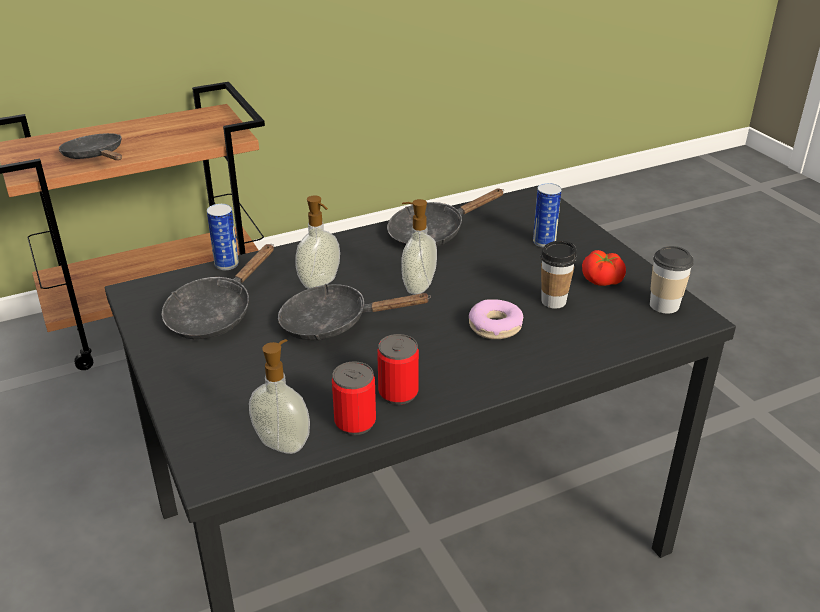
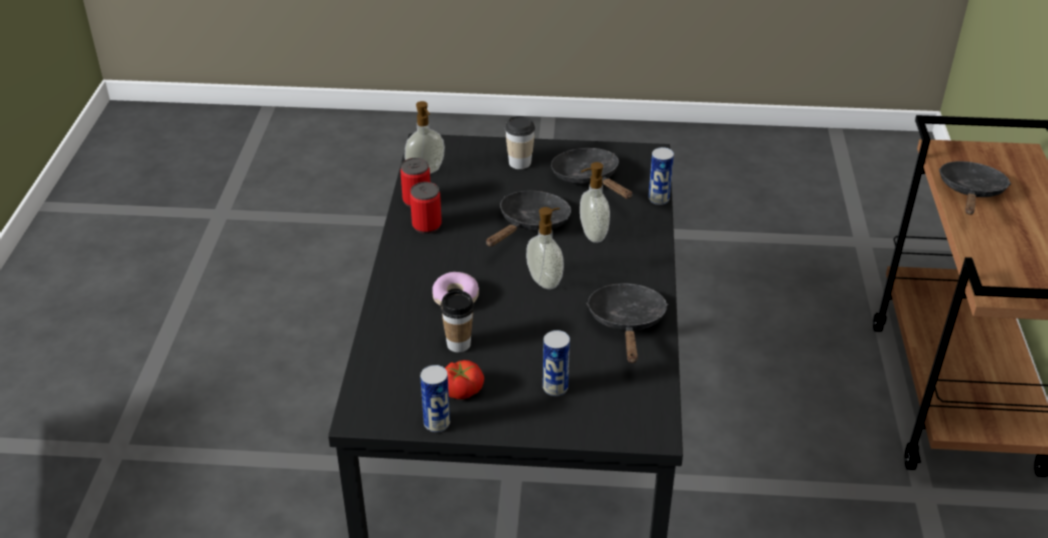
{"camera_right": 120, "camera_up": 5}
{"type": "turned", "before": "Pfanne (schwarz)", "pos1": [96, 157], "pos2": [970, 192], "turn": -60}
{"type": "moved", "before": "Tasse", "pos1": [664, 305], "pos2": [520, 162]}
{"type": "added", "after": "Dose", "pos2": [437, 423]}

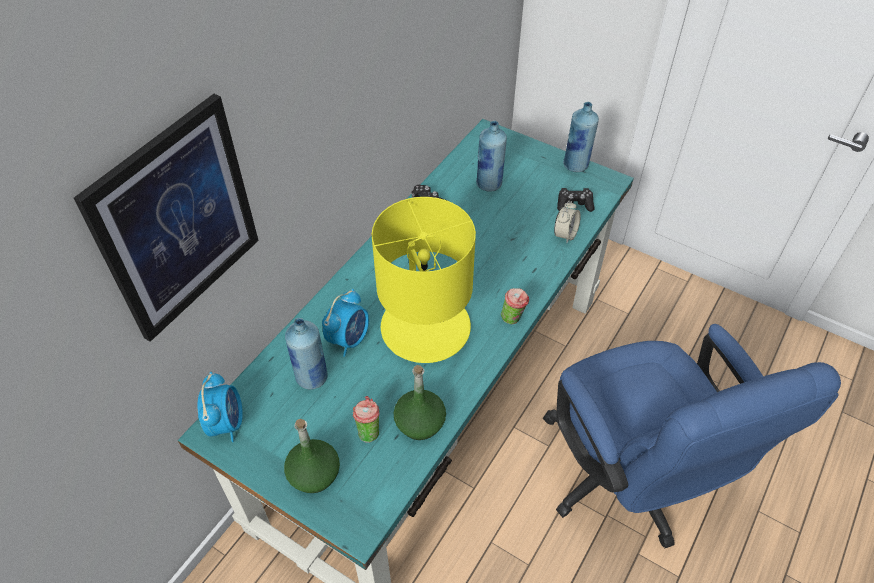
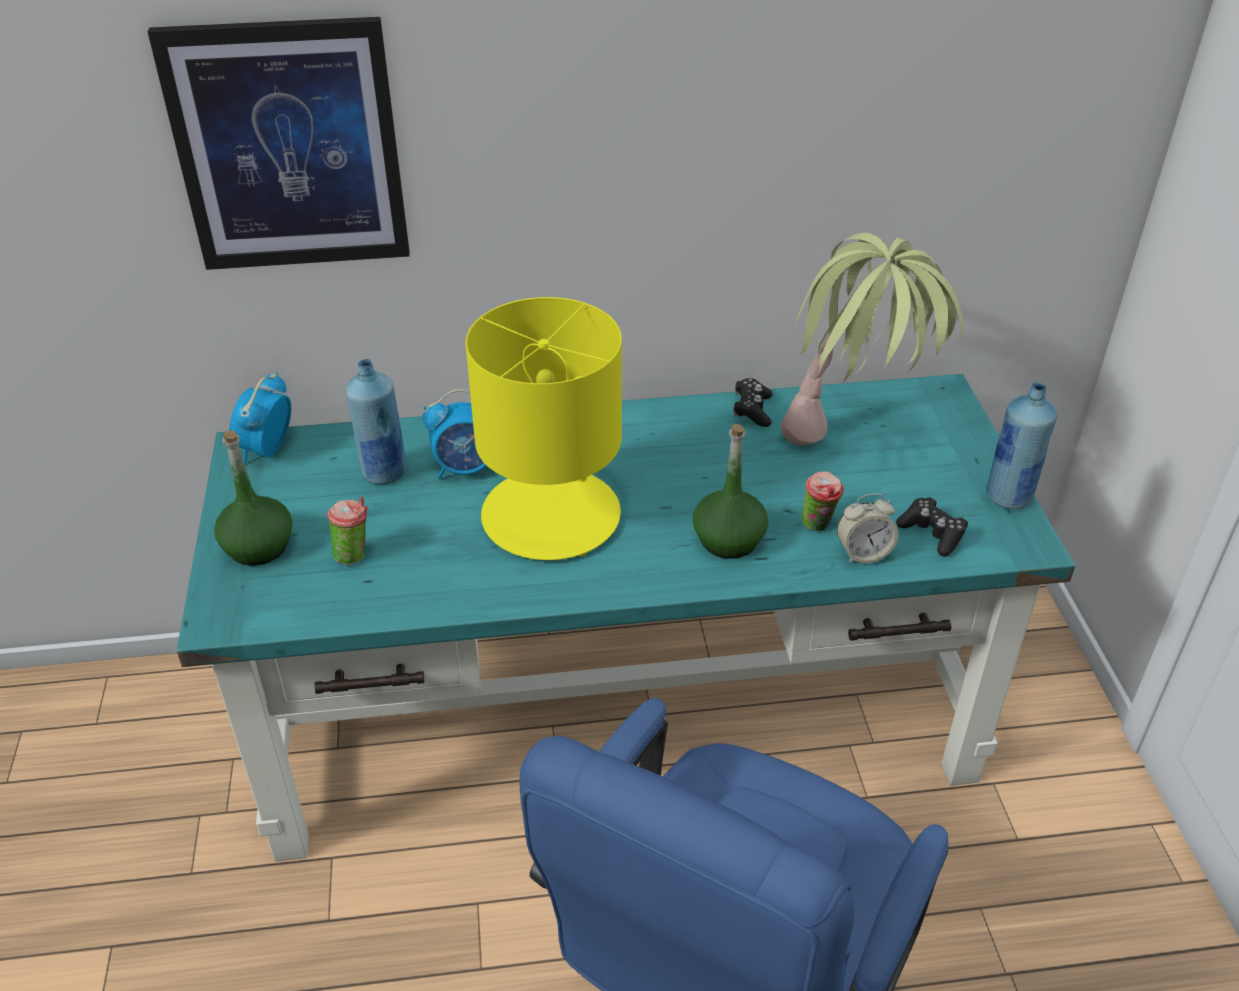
{"camera_right": 50, "camera_up": -10}
{"type": "turned", "before": "Wecker", "pos1": [226, 423], "pos2": [266, 450], "turn": 150}
{"type": "moved", "before": "Flasche (grün)", "pos1": [420, 423], "pos2": [729, 540]}
{"type": "replaced", "before": "Flasche (blau)", "after": "Topfpflanze", "pos1": [489, 184], "pos2": [854, 441]}
{"type": "moved", "before": "Tasse", "pos1": [513, 318], "pos2": [818, 526]}

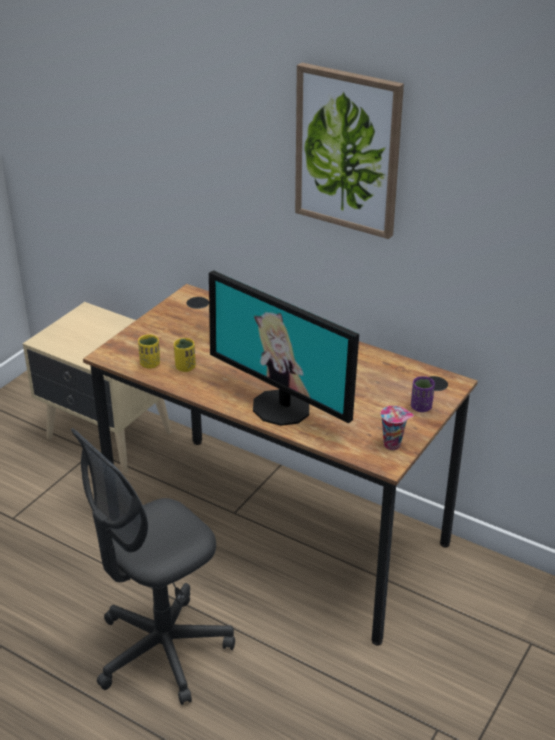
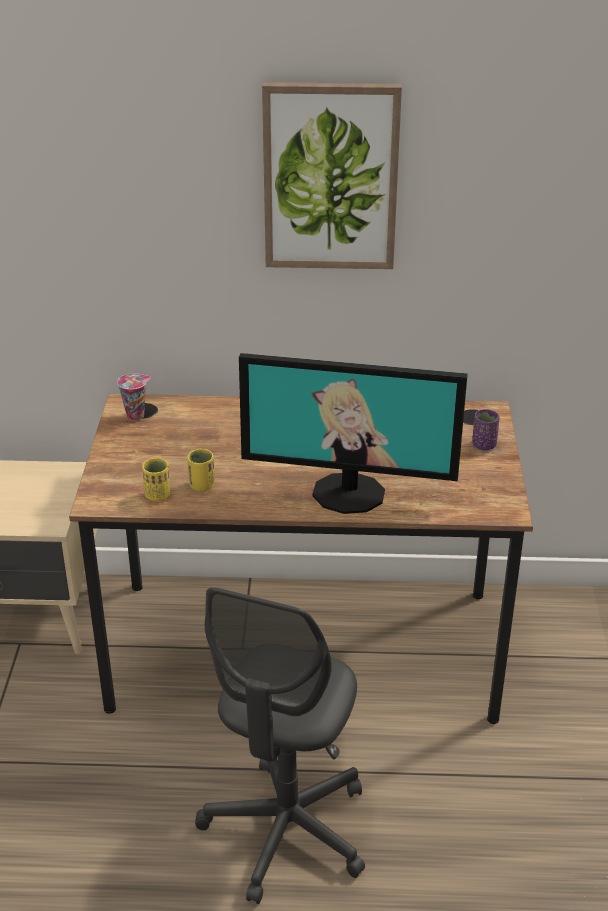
{"camera_right": -30, "camera_up": 0}
{"type": "moved", "before": "Tasse", "pos1": [393, 444], "pos2": [136, 415]}

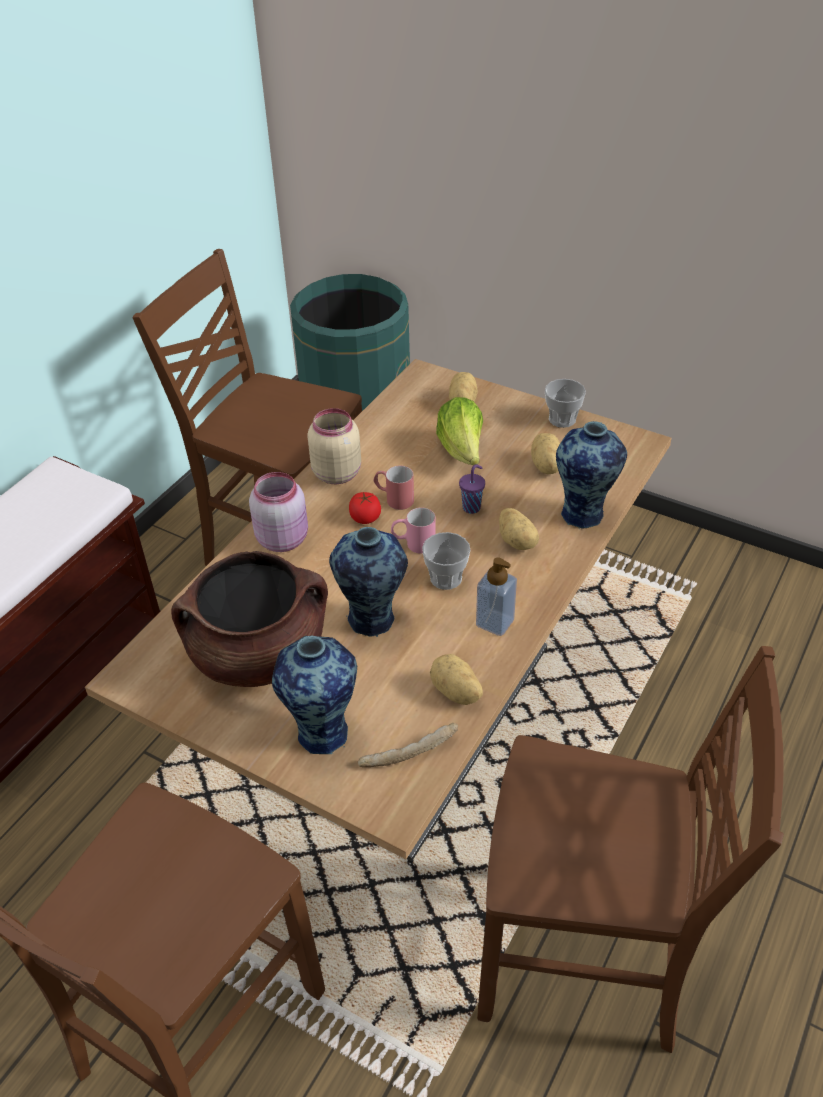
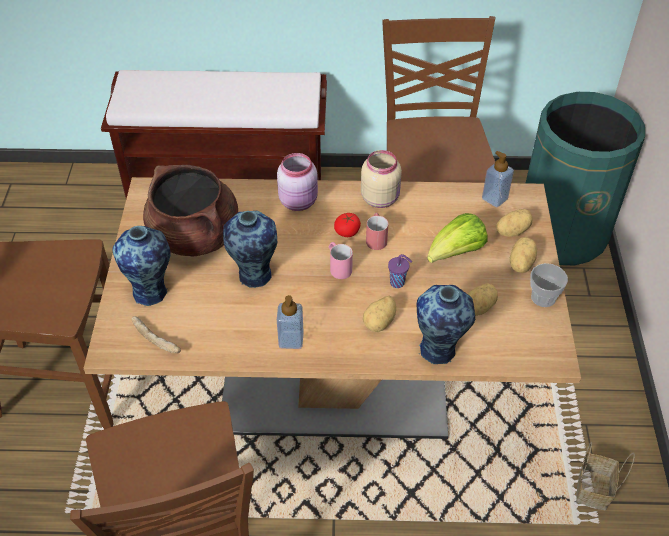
{"camera_right": 60, "camera_up": 5}
{"type": "removed", "before": "Tasse", "pos1": [446, 578]}
{"type": "moved", "before": "Kartoffel", "pos1": [455, 693], "pos2": [520, 263]}
{"type": "added", "after": "Seifenspender", "pos2": [494, 198]}
{"type": "added", "after": "Korb", "pos2": [593, 491]}

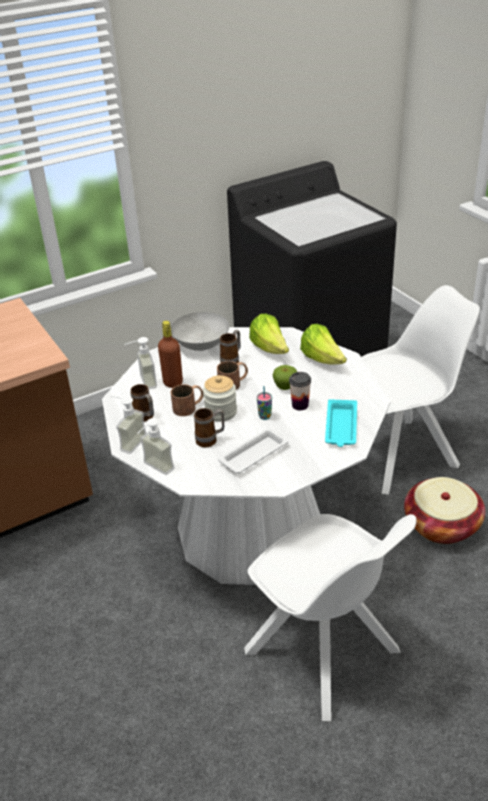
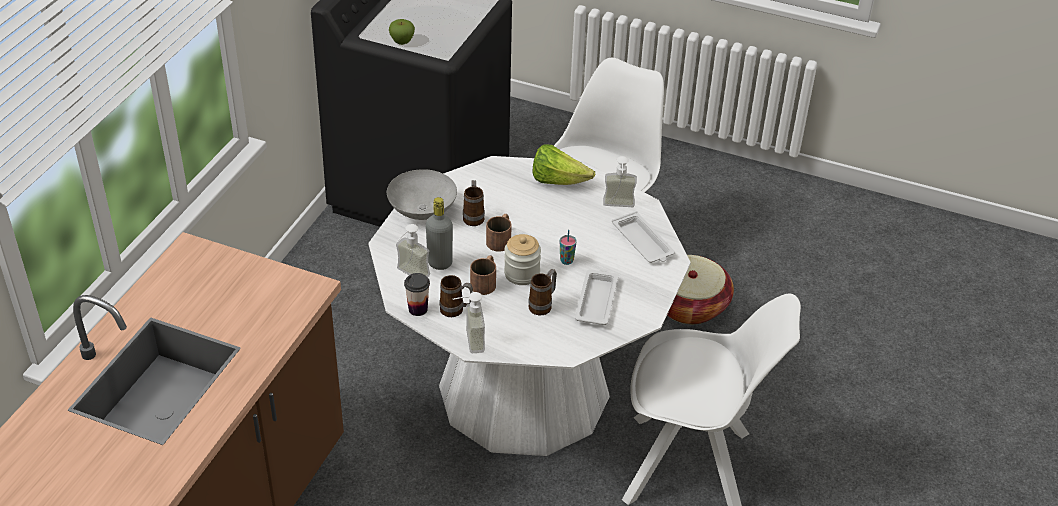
{"camera_right": -40, "camera_up": 5}
{"type": "moved", "before": "Seifenspender", "pos1": [154, 469], "pos2": [618, 207]}
{"type": "recoloured", "before": "Flasche (braun)", "after": "Flasche (grau)", "pos1": [173, 382], "pos2": [440, 263]}
{"type": "removed", "before": "Salatkopf", "pos1": [270, 349]}
{"type": "moved", "before": "Apfel", "pos1": [285, 387], "pos2": [402, 42]}
{"type": "moved", "before": "Tasse", "pos1": [300, 405], "pos2": [418, 309]}
{"type": "recoloured", "before": "Tablett (türkis)", "after": "Tablett (weiß)", "pos1": [341, 427], "pos2": [643, 242]}

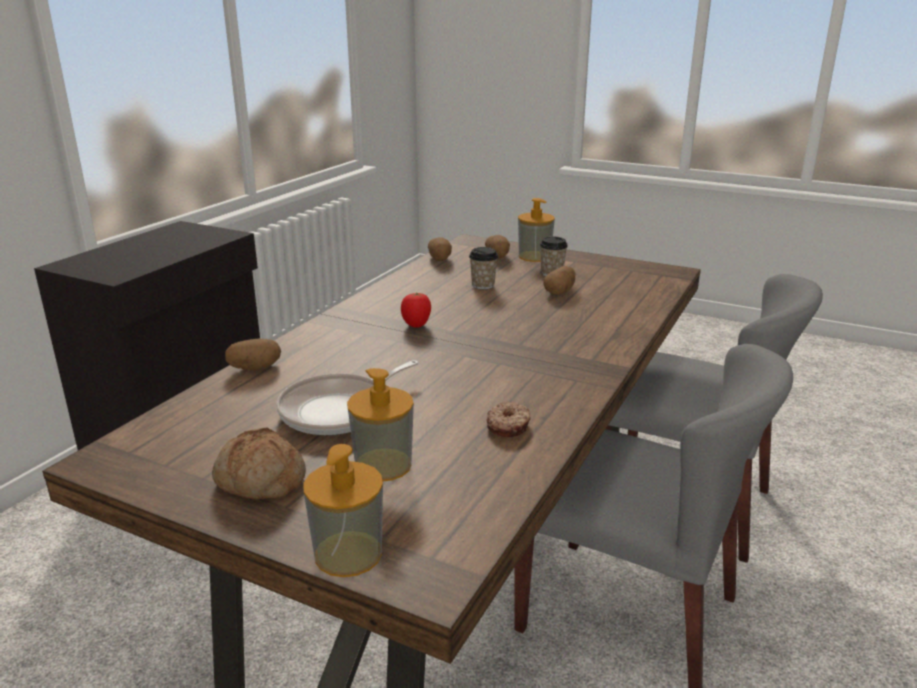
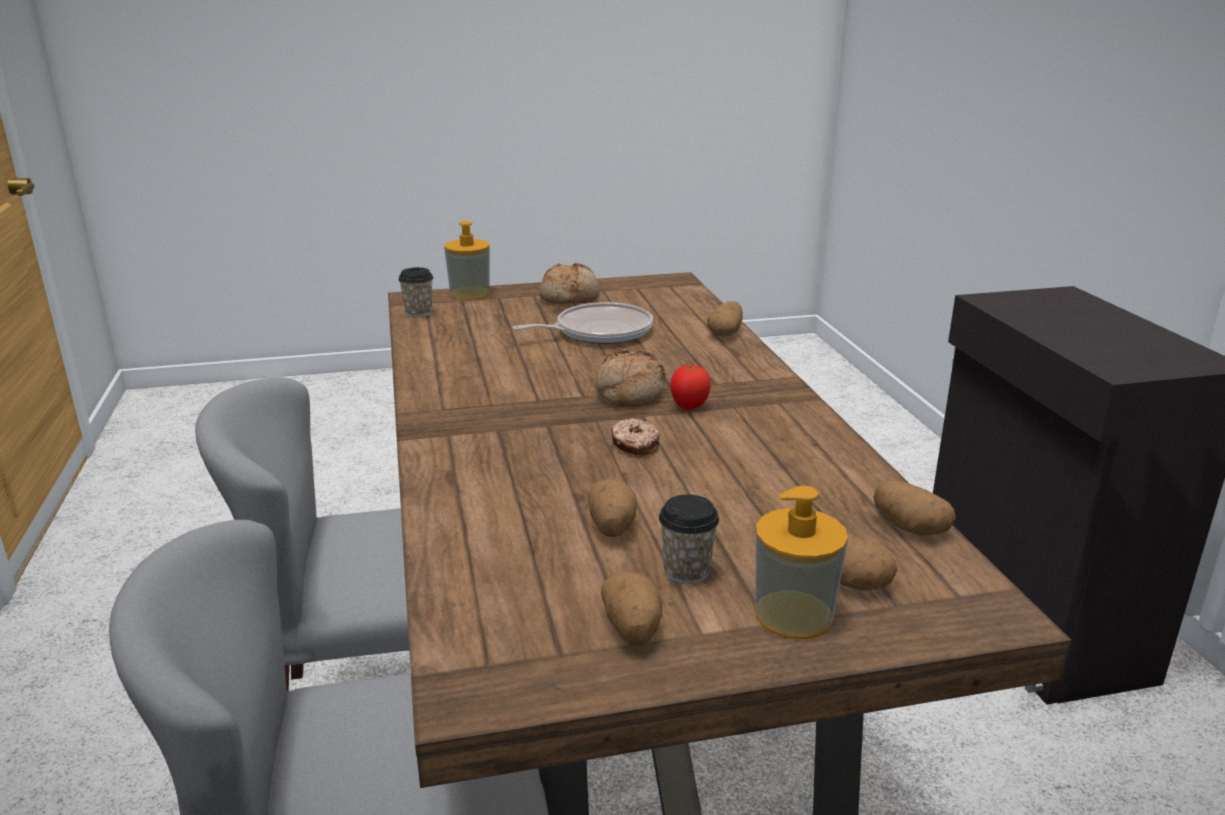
{"camera_right": 140, "camera_up": 0}
{"type": "turned", "before": "Pfanne", "pos1": [340, 411], "pos2": [598, 332], "turn": 60}
{"type": "removed", "before": "Seifenspender", "pos1": [383, 465]}
{"type": "moved", "before": "Tasse", "pos1": [483, 285], "pos2": [419, 313]}
{"type": "moved", "before": "Donut", "pos1": [509, 426], "pos2": [634, 445]}
{"type": "added", "after": "Brot", "pos2": [628, 393]}
{"type": "added", "after": "Kartoffel", "pos2": [632, 629]}

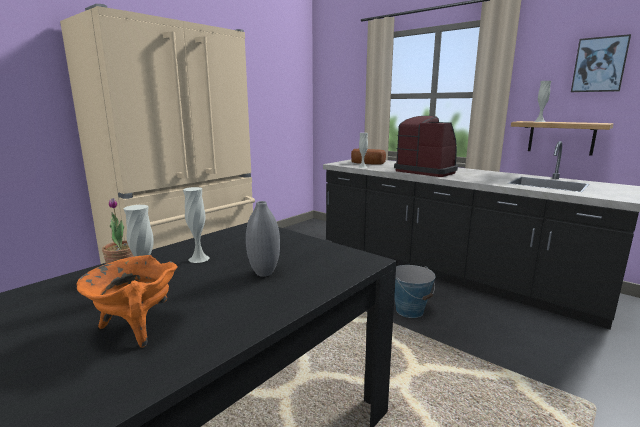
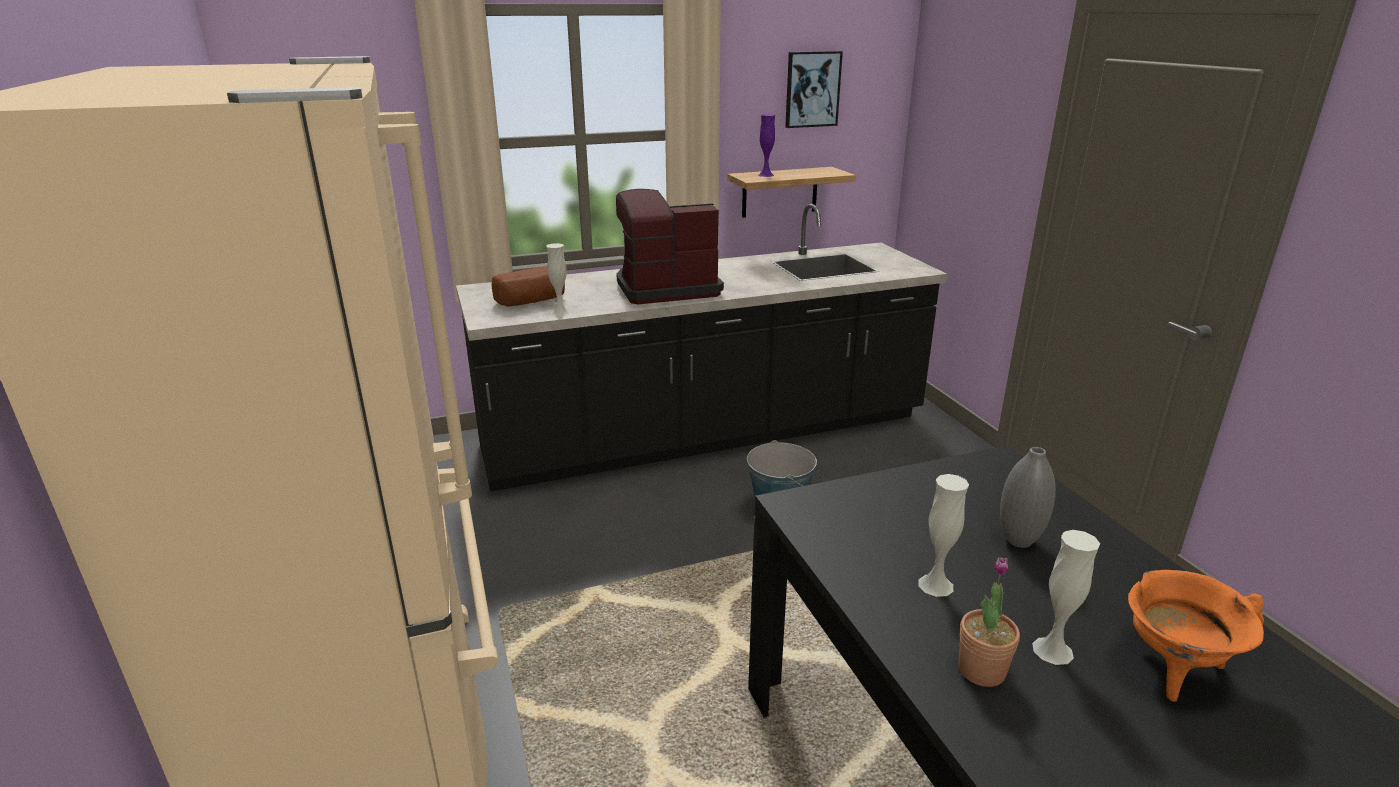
{"camera_right": -60, "camera_up": 10}
{"type": "recoloured", "before": "Vase (weiß)", "after": "Vase (lila)", "pos1": [539, 121], "pos2": [766, 175]}

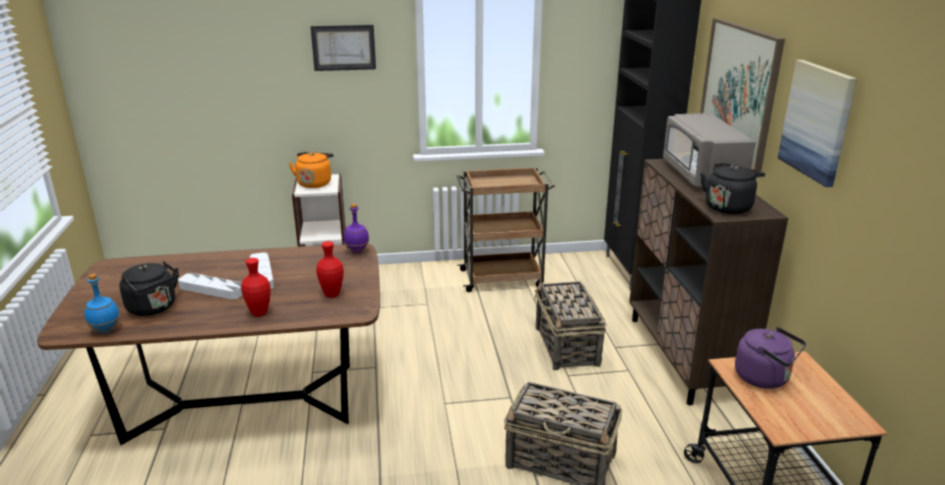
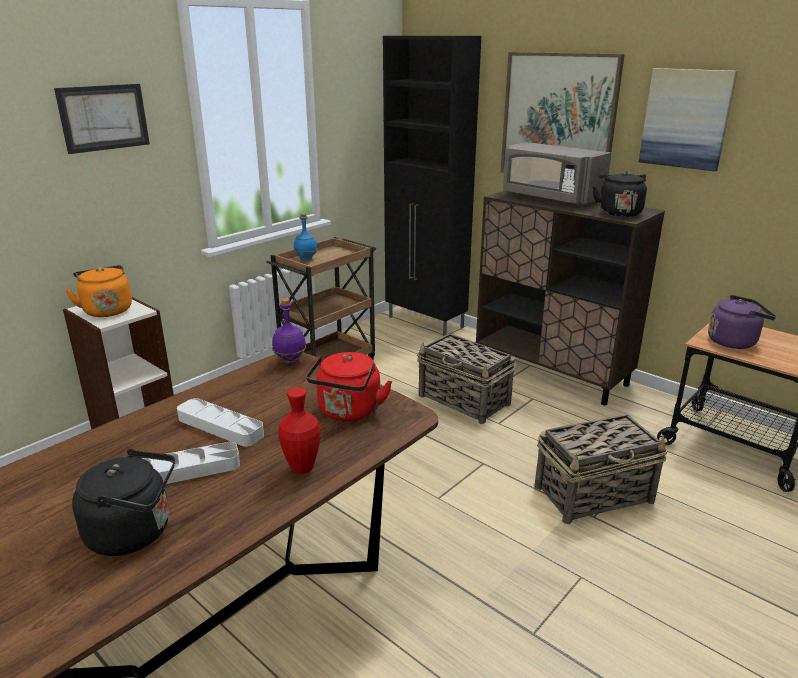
{"camera_right": -40, "camera_up": 0}
{"type": "moved", "before": "Flasche (blau)", "pos1": [106, 330], "pos2": [306, 259]}
{"type": "replaced", "before": "Vase (rot)", "after": "Wasserkessel (rot)", "pos1": [332, 294], "pos2": [348, 412]}

